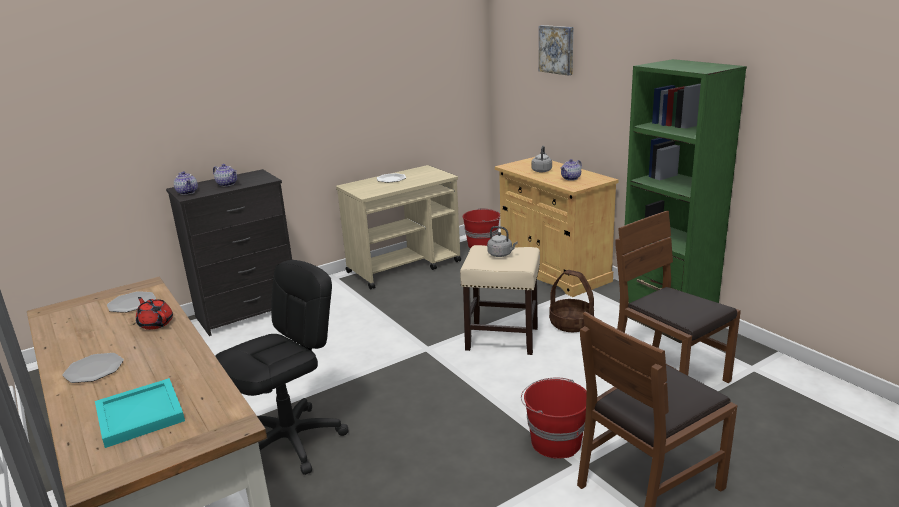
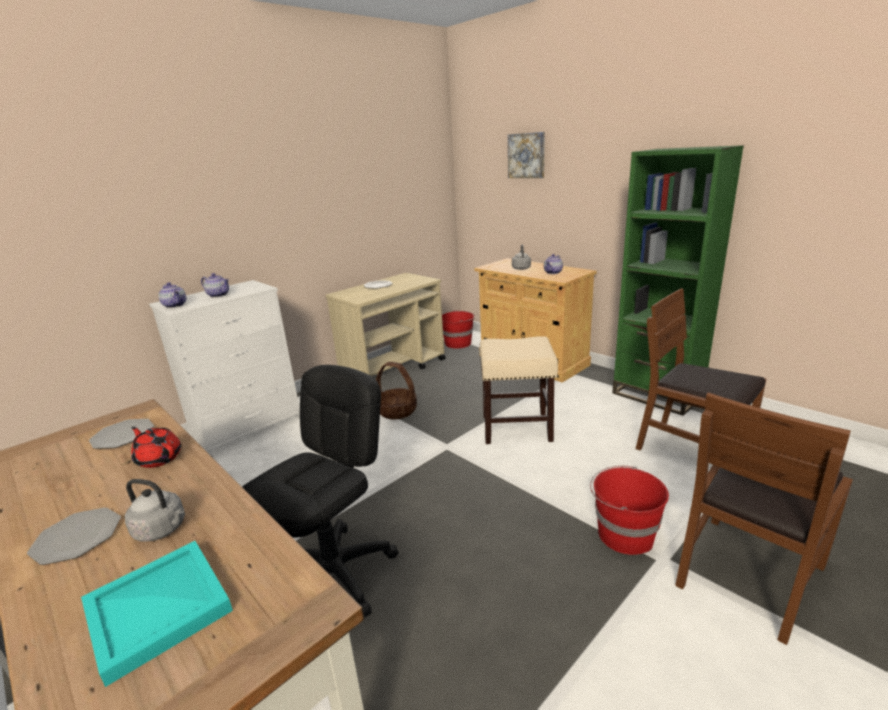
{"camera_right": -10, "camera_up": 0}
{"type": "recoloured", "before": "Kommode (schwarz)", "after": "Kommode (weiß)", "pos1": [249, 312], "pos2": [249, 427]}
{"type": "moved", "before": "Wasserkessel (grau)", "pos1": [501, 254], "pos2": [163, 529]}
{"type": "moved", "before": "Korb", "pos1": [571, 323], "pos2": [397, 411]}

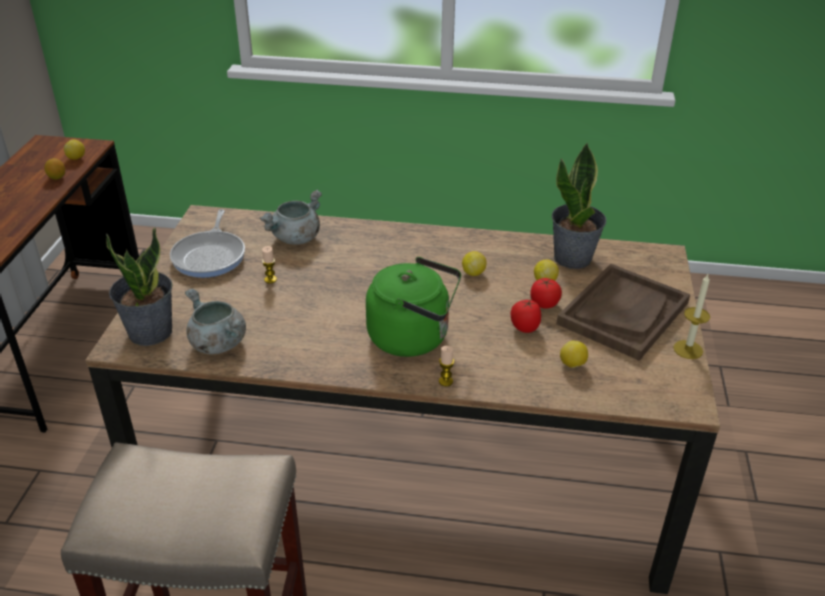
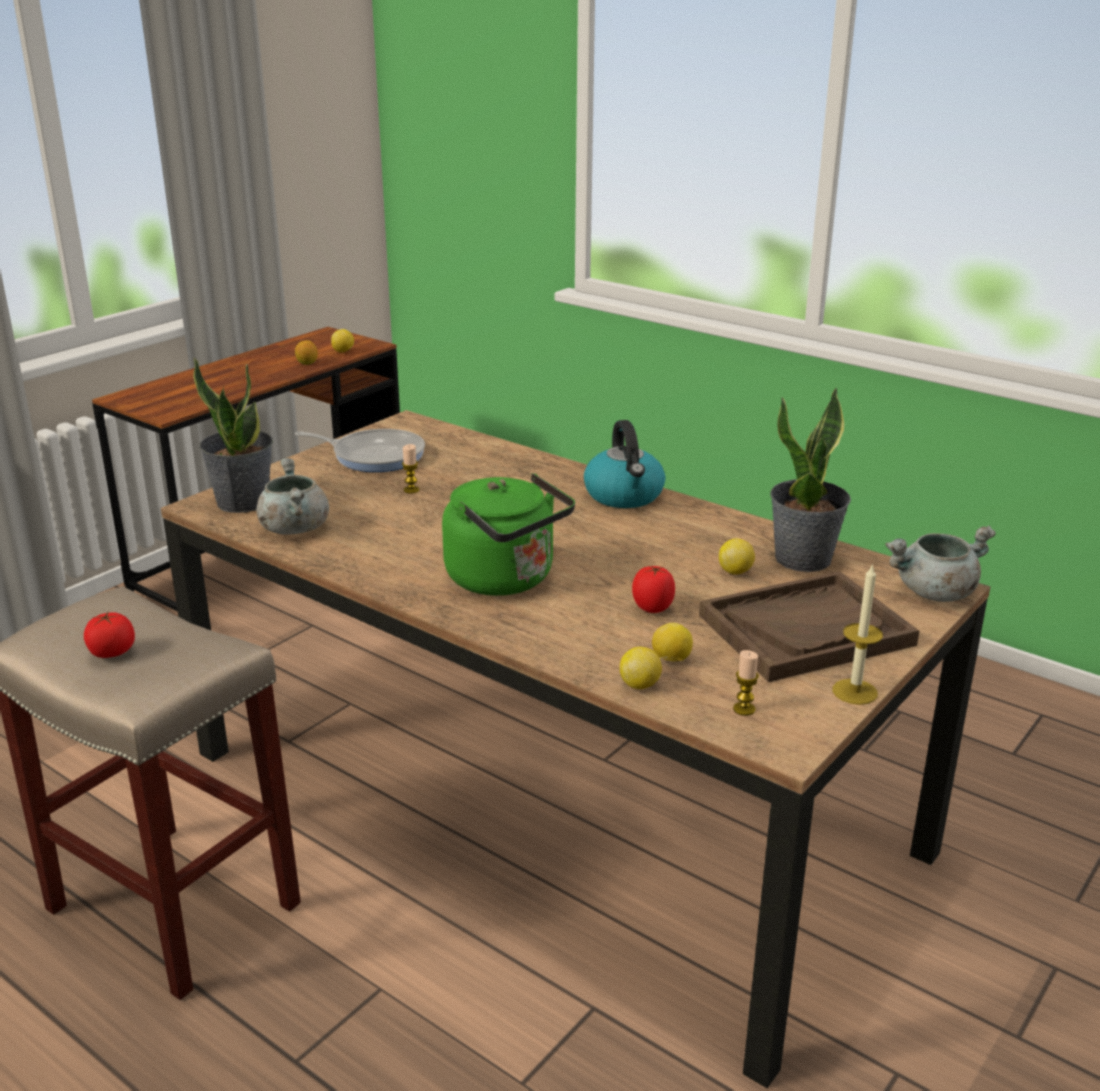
{"camera_right": 30, "camera_up": -10}
{"type": "turned", "before": "Pfanne", "pos1": [210, 256], "pos2": [374, 456], "turn": -105}
{"type": "moved", "before": "Kochtopf (grau)", "pos1": [295, 238], "pos2": [934, 593]}
{"type": "moved", "before": "Kerze", "pos1": [445, 381], "pos2": [744, 709]}
{"type": "moved", "before": "Zitrone", "pos1": [473, 273], "pos2": [640, 685]}
{"type": "moved", "before": "Tomate", "pos1": [544, 304], "pos2": [112, 652]}
{"type": "added", "after": "Wasserkessel", "pos2": [624, 496]}

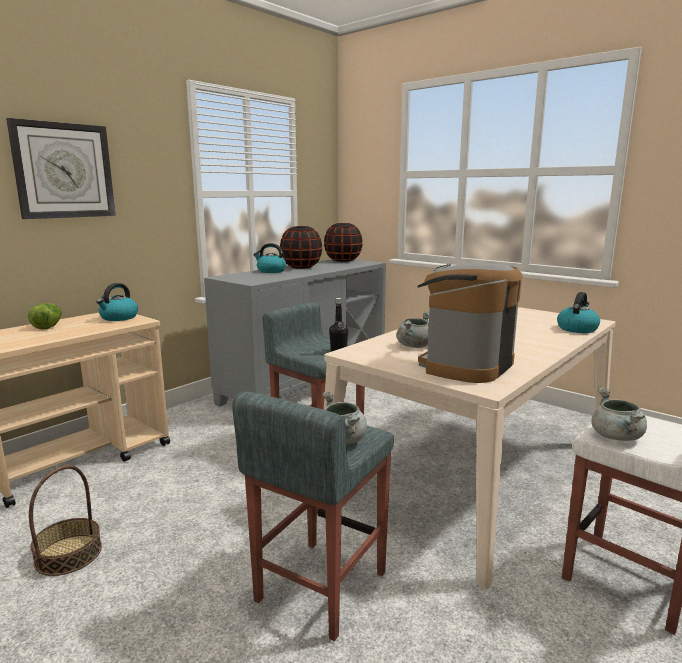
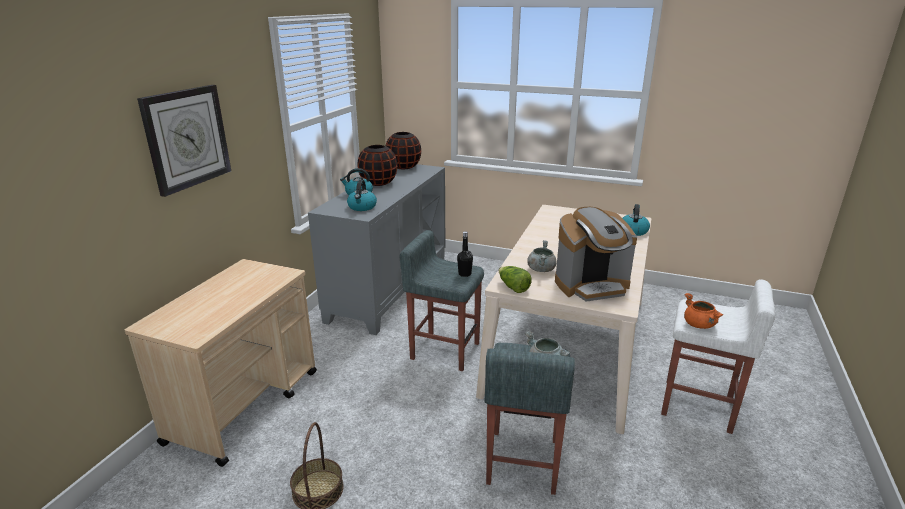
{"camera_right": -20, "camera_up": 10}
{"type": "moved", "before": "Salatkopf", "pos1": [48, 326], "pos2": [513, 287]}
{"type": "moved", "before": "Wasserkessel", "pos1": [119, 318], "pos2": [362, 207]}
{"type": "turned", "before": "Kaffeemaschine", "pos1": [465, 365], "pos2": [591, 285], "turn": -120}
{"type": "recoloured", "before": "Kochtopf (grau)", "after": "Kochtopf (orange)", "pos1": [617, 437], "pos2": [699, 325]}

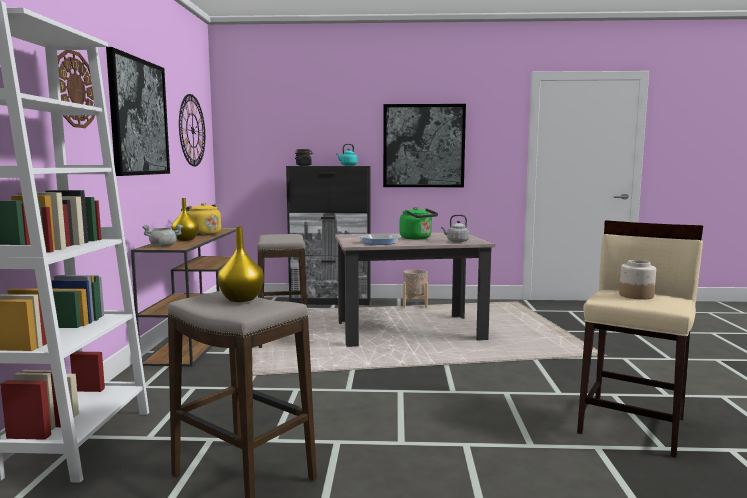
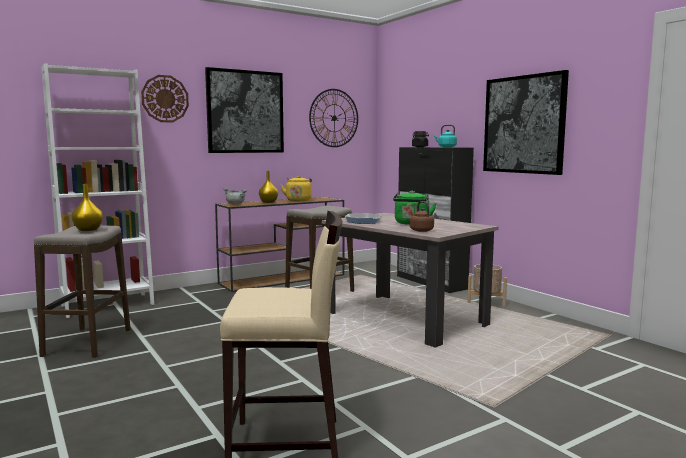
{"camera_right": 55, "camera_up": 0}
{"type": "recoloured", "before": "Wasserkessel (grau)", "after": "Wasserkessel (braun)", "pos1": [456, 241], "pos2": [420, 230]}
{"type": "removed", "before": "Vorratsglas", "pos1": [635, 295]}

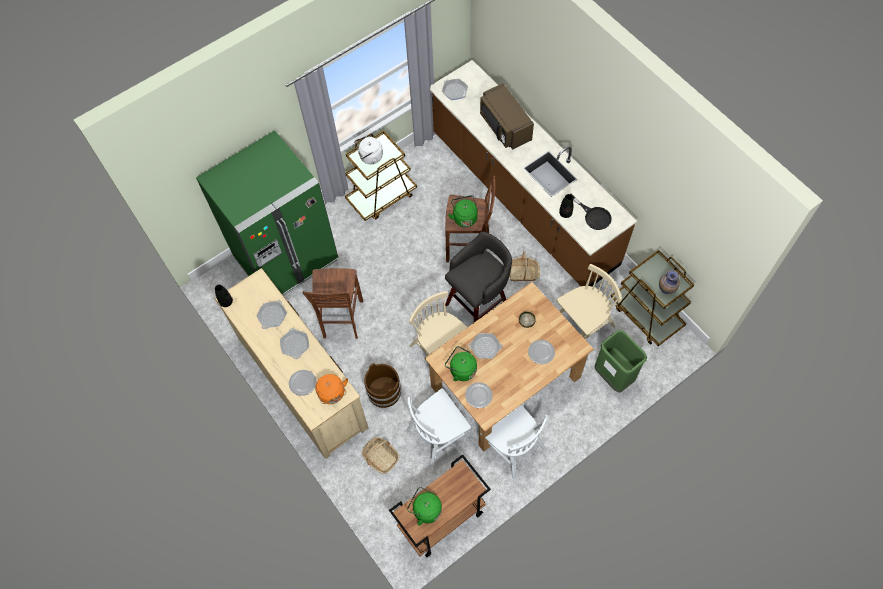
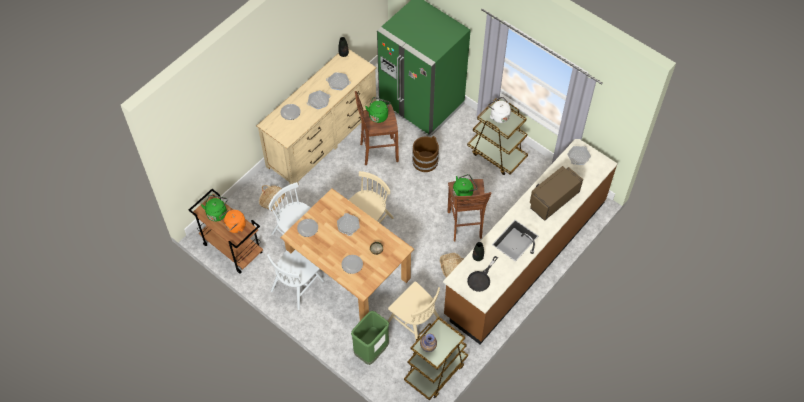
{"camera_right": 75, "camera_up": -5}
{"type": "moved", "before": "Wasserkessel (orange)", "pos1": [332, 394], "pos2": [234, 226]}
{"type": "moved", "before": "Eimer (braun)", "pos1": [384, 392], "pos2": [425, 161]}
{"type": "removed", "before": "Hocker (grau)", "pos1": [478, 304]}
{"type": "moved", "before": "Wasserkessel (grün)", "pos1": [461, 370], "pos2": [378, 115]}

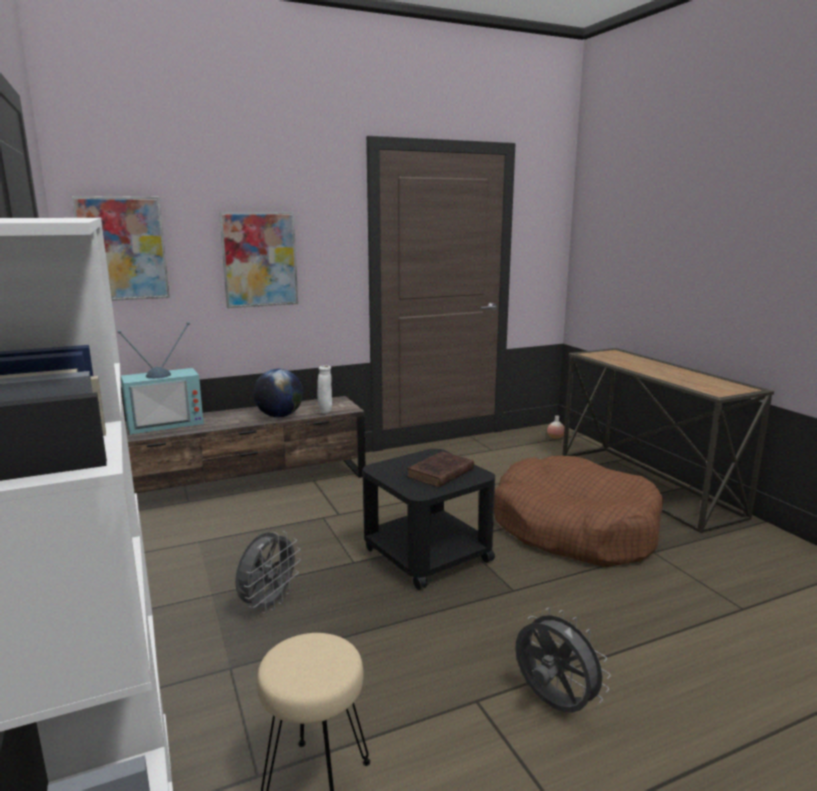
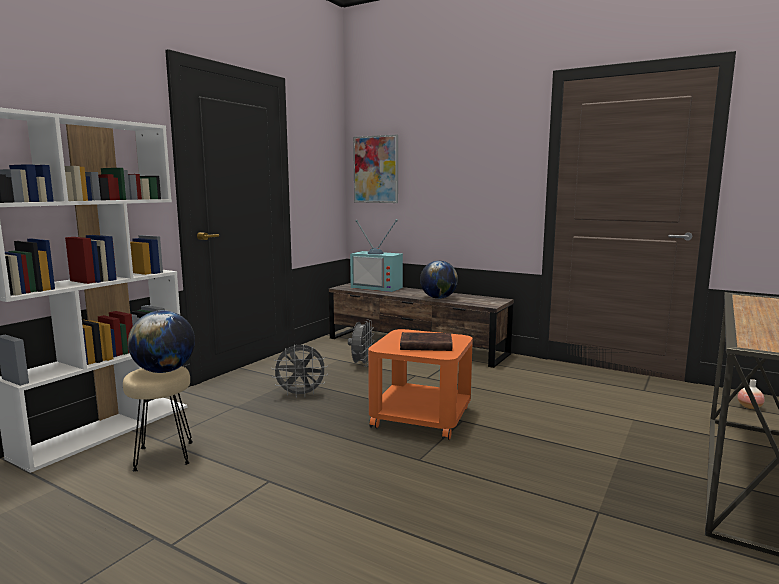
{"camera_right": 55, "camera_up": -5}
{"type": "removed", "before": "Bild", "pos1": [259, 259]}
{"type": "removed", "before": "Vase (weiß)", "pos1": [325, 412]}
{"type": "recoloured", "before": "Beistelltisch (schwarz)", "after": "Beistelltisch (orange)", "pos1": [427, 554], "pos2": [421, 417]}
{"type": "removed", "before": "Hundebett (braun)", "pos1": [574, 528]}
{"type": "moved", "before": "Ventilator (grau)", "pos1": [553, 704], "pos2": [361, 364]}
{"type": "added", "after": "Globus", "pos2": [164, 371]}

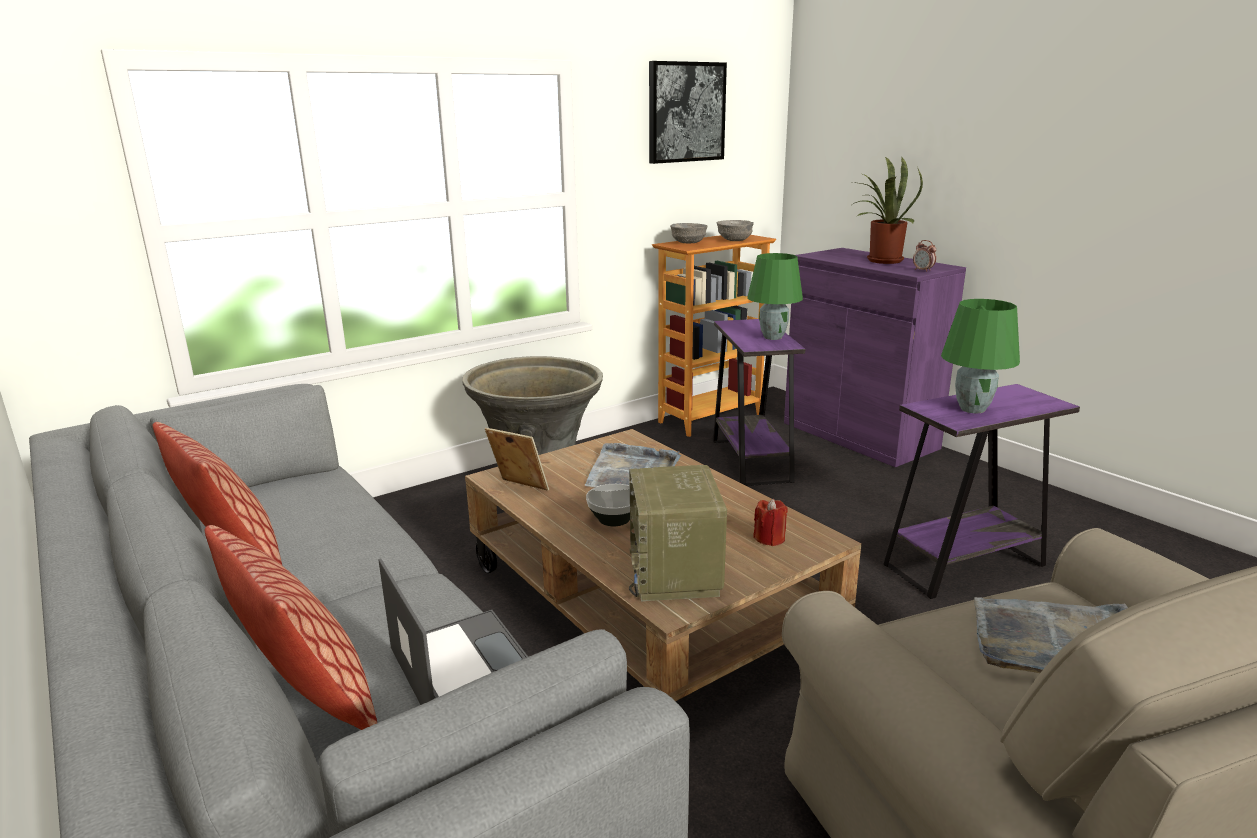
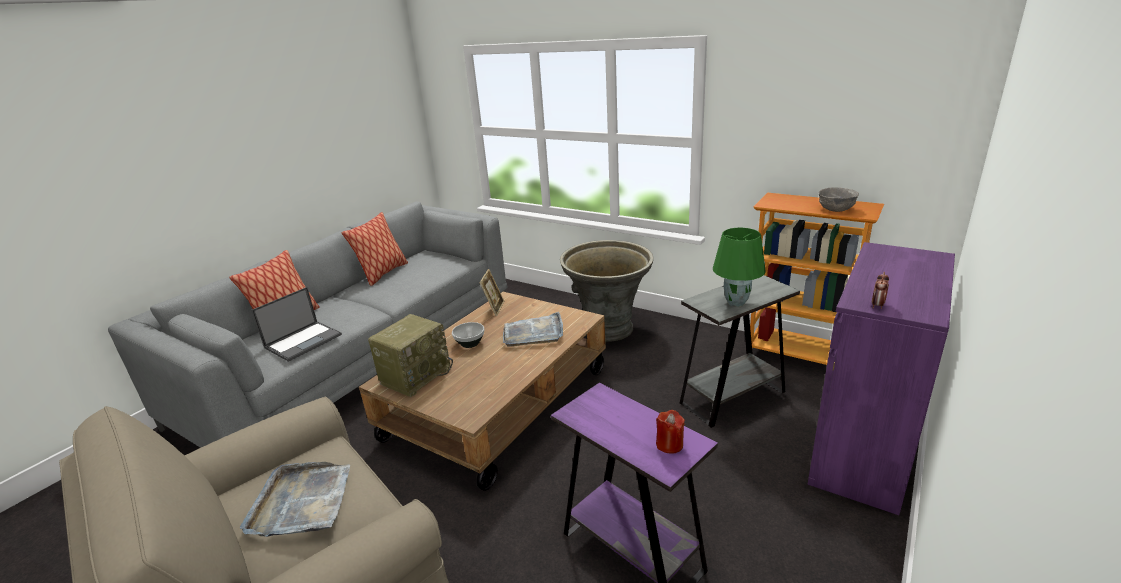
{"camera_right": 70, "camera_up": 5}
{"type": "turned", "before": "Radio", "pos1": [675, 573], "pos2": [416, 375], "turn": 150}
{"type": "removed", "before": "Bild", "pos1": [686, 112]}
{"type": "removed", "before": "Schüssel (grau)", "pos1": [688, 243]}
{"type": "recoloured", "before": "Beistelltisch (lila)", "after": "Beistelltisch (grau)", "pos1": [751, 461], "pos2": [732, 397]}
{"type": "moved", "before": "Kerze (rot)", "pos1": [769, 538], "pos2": [669, 444]}
{"type": "removed", "before": "Topfpflanze", "pos1": [880, 261]}
{"type": "removed", "before": "Tischlampe (grün)", "pos1": [972, 409]}

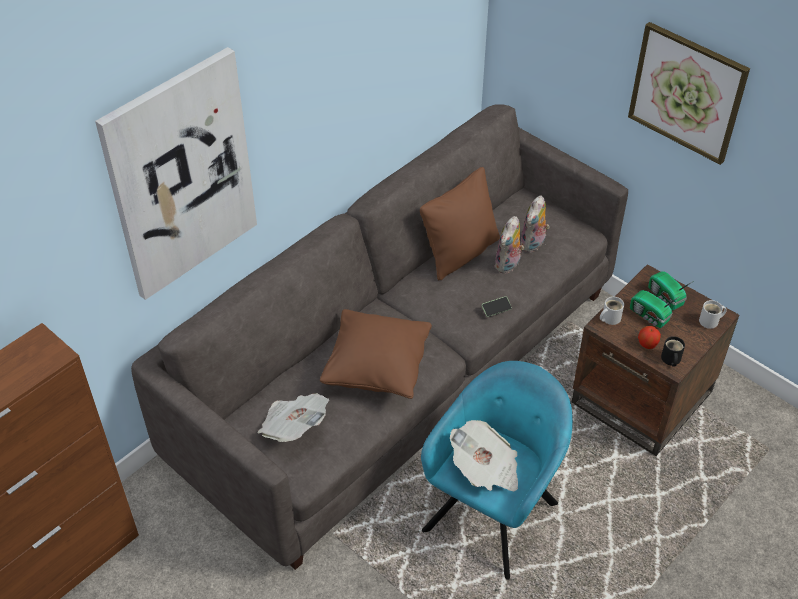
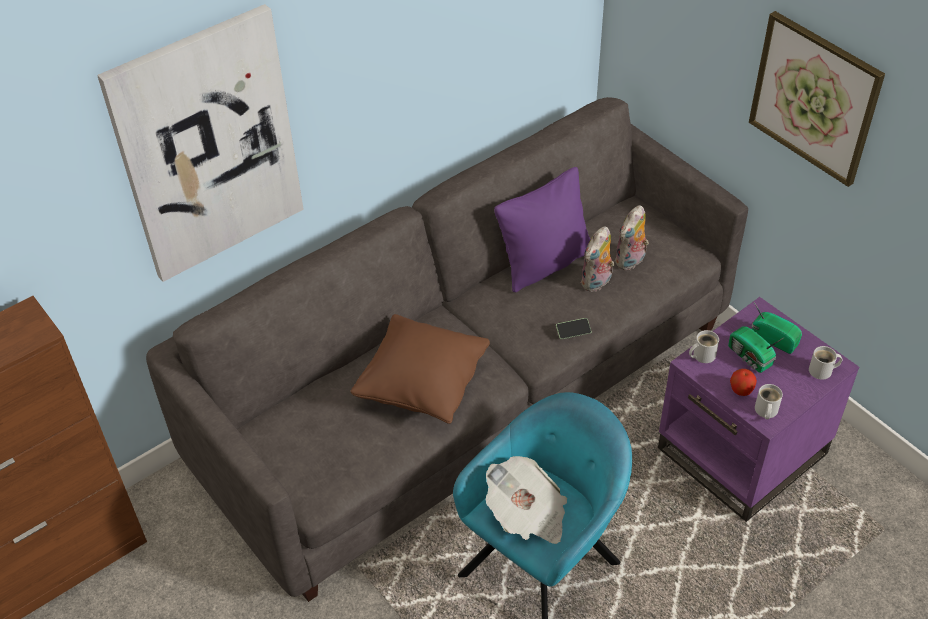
{"camera_right": 10, "camera_up": 0}
{"type": "removed", "before": "Zeitung", "pos1": [294, 427]}
{"type": "recoloured", "before": "Kissen (braun)", "after": "Kissen (lila)", "pos1": [460, 253], "pos2": [545, 264]}
{"type": "recoloured", "before": "Beistelltisch (braun)", "after": "Beistelltisch (lila)", "pos1": [643, 398], "pos2": [743, 452]}
{"type": "turned", "before": "Radio", "pos1": [665, 298], "pos2": [773, 338], "turn": 150}
{"type": "recoloured", "before": "Henkelbecher (schwarz)", "after": "Henkelbecher (weiß)", "pos1": [670, 359], "pos2": [765, 411]}

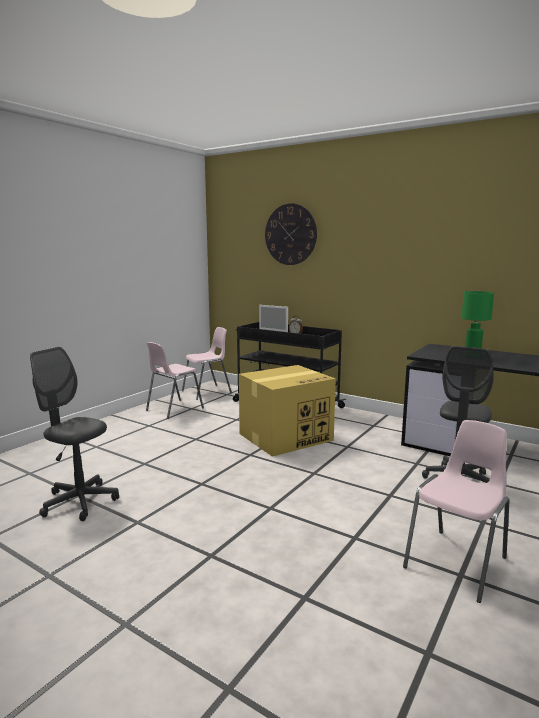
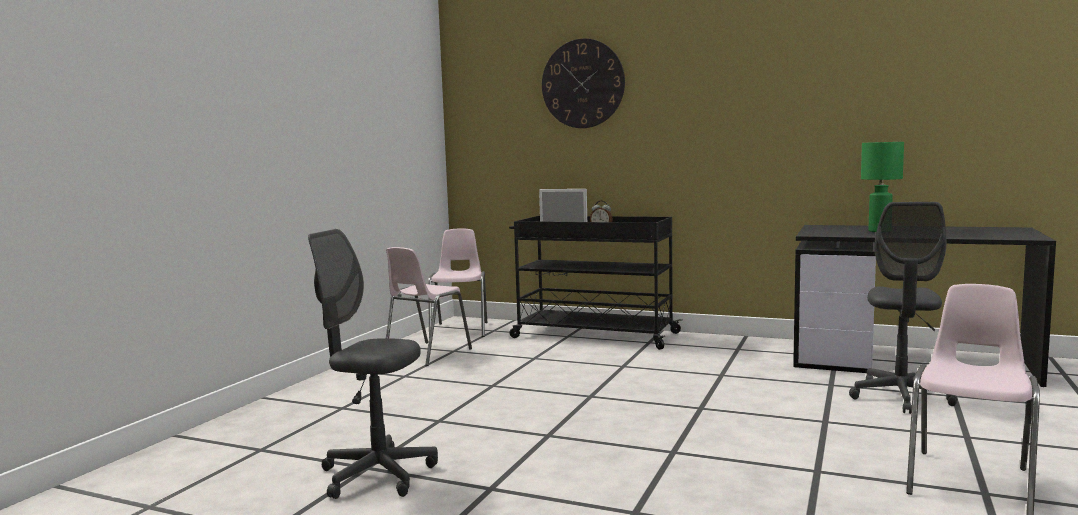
{"camera_right": -10, "camera_up": -5}
{"type": "turned", "before": "Stuhl (rosa)", "pos1": [207, 392], "pos2": [460, 330], "turn": -45}
{"type": "removed", "before": "Karton", "pos1": [286, 436]}

